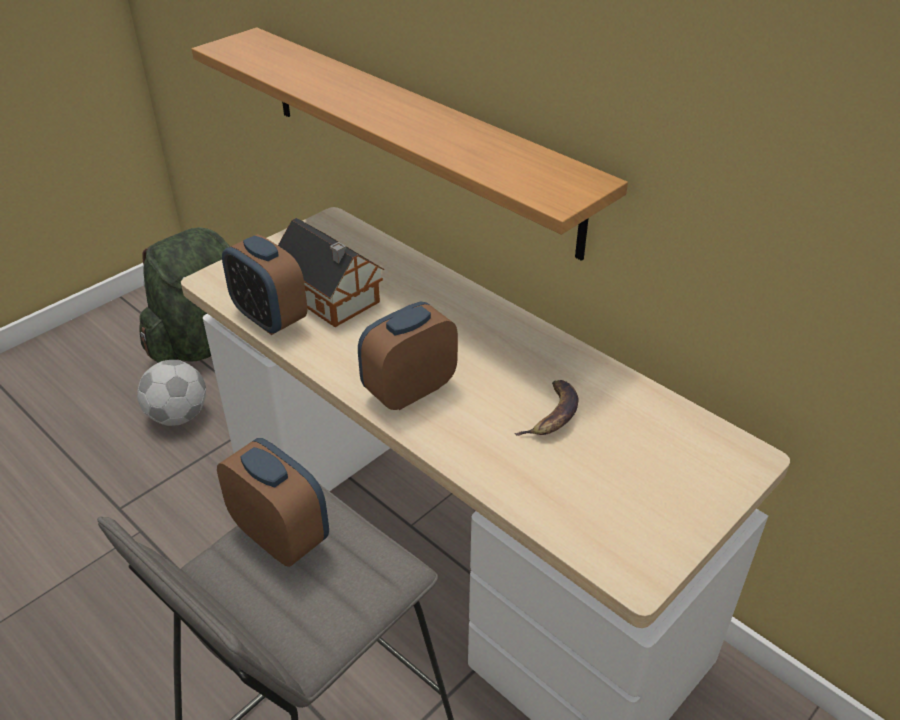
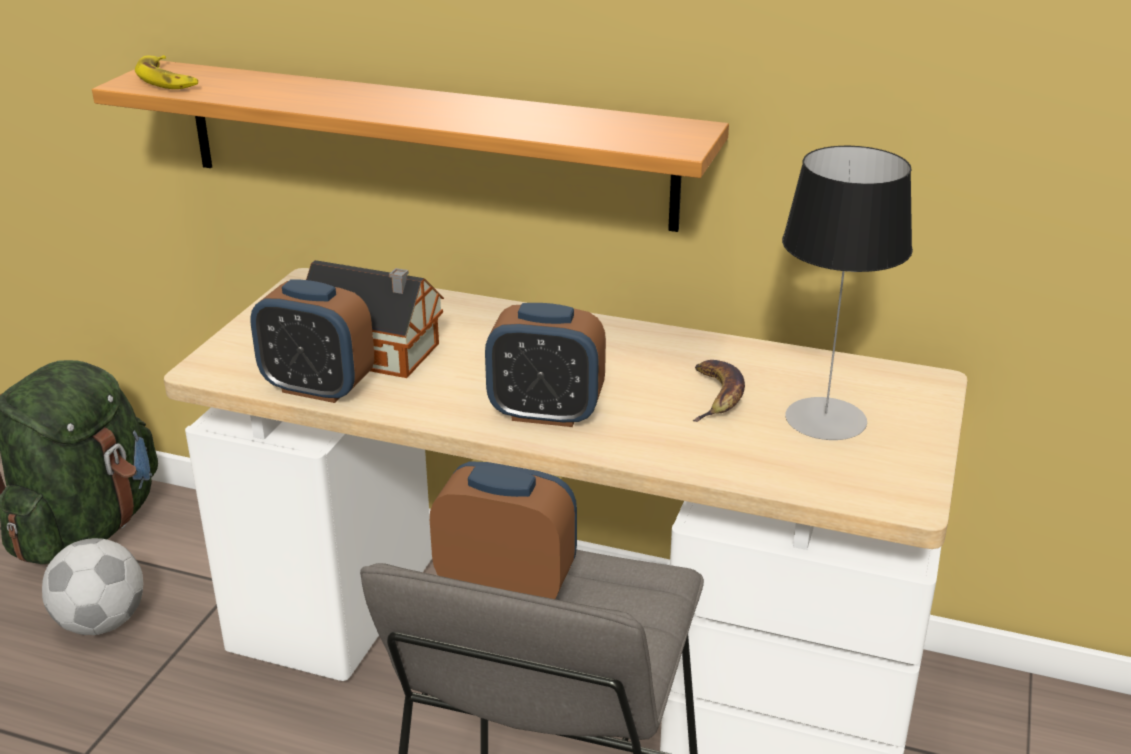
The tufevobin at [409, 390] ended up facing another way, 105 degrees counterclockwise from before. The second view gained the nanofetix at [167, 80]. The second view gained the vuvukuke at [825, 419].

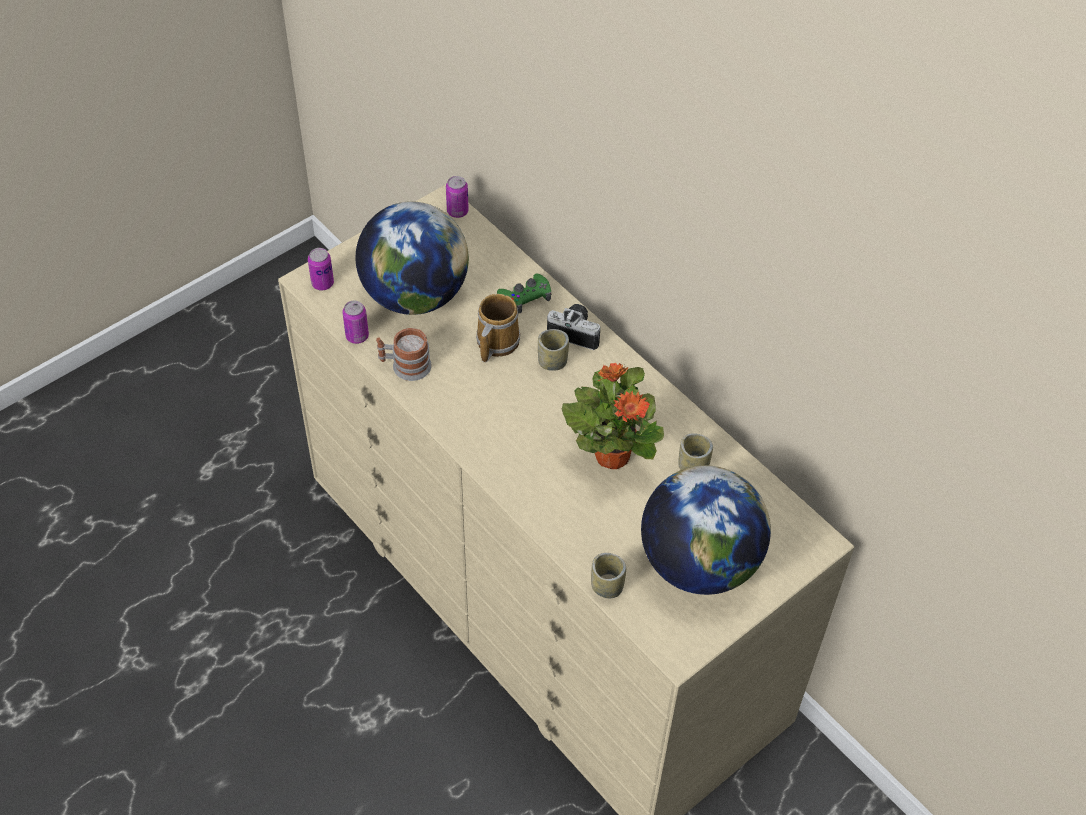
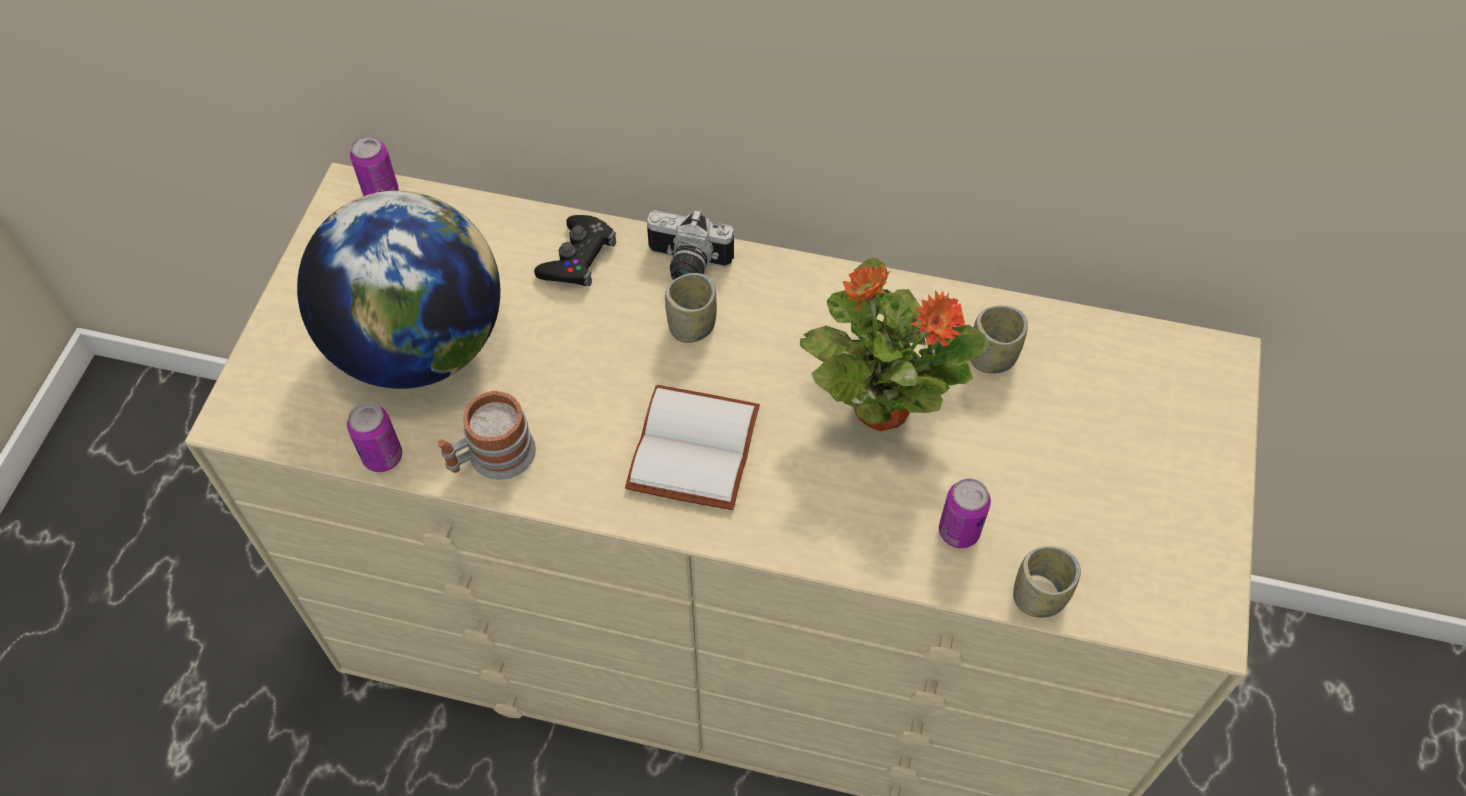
The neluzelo ended up elsewhere, having gone from [322, 283] to [959, 531]. The second view lost the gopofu at [495, 342]. What was the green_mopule at [525, 297] turned into the black_mopule at [577, 258]. The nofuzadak at [576, 331] ended up facing another way, 150 degrees counterclockwise from before. The second view lost the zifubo at [699, 563]. The second view gained the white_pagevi at [697, 451].

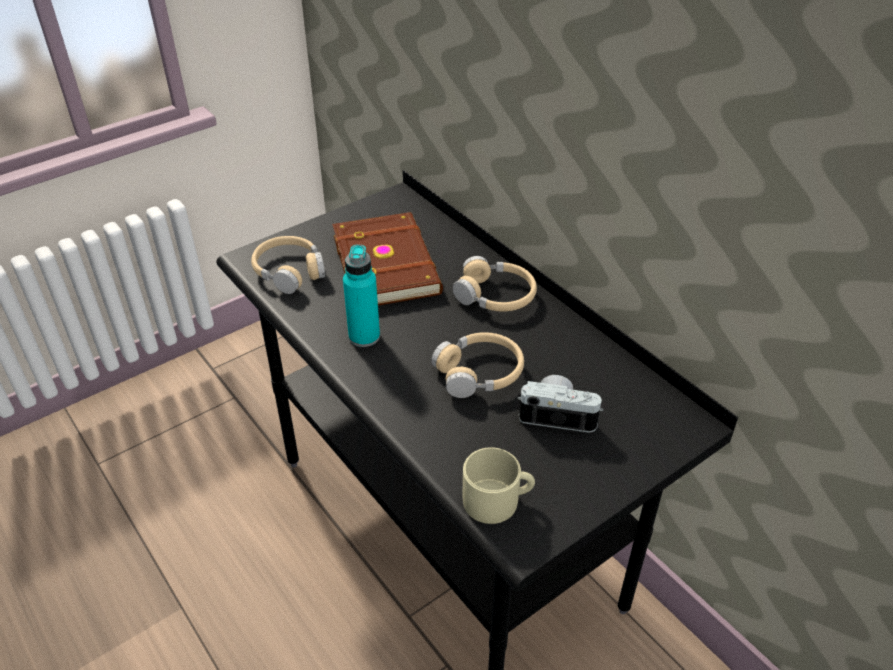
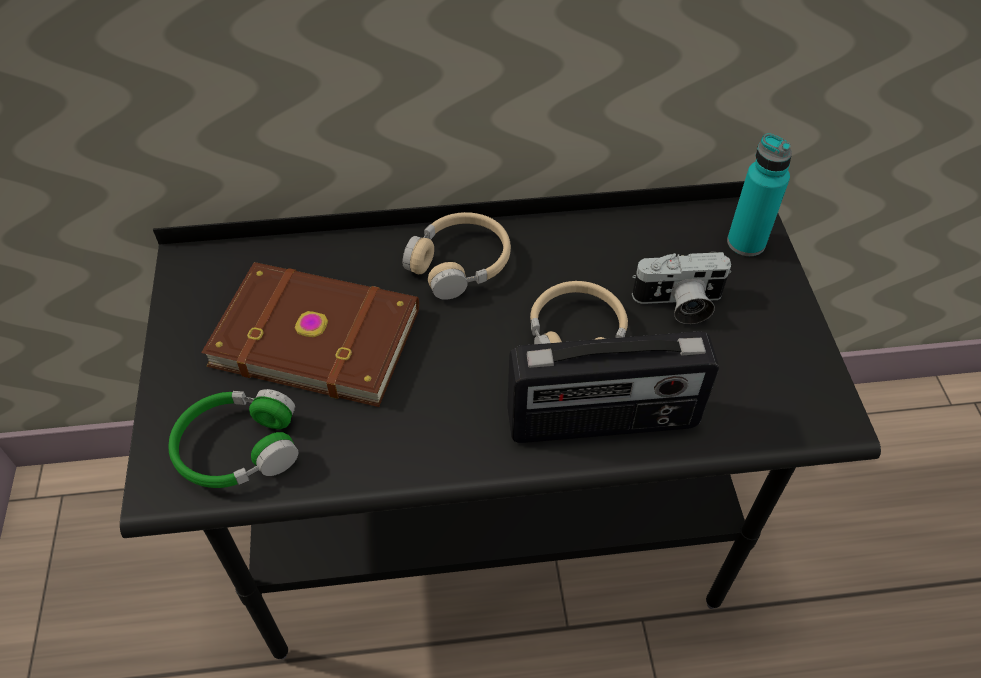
What was the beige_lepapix at [289, 271] turned into the green_lepapix at [238, 448]. The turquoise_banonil ended up elsewhere, having gone from [364, 336] to [746, 242]. The second view lost the beige_gopofu at [497, 500]. The nofuzadak at [558, 414] ended up facing another way, 135 degrees counterclockwise from before. The second view gained the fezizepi at [602, 422].

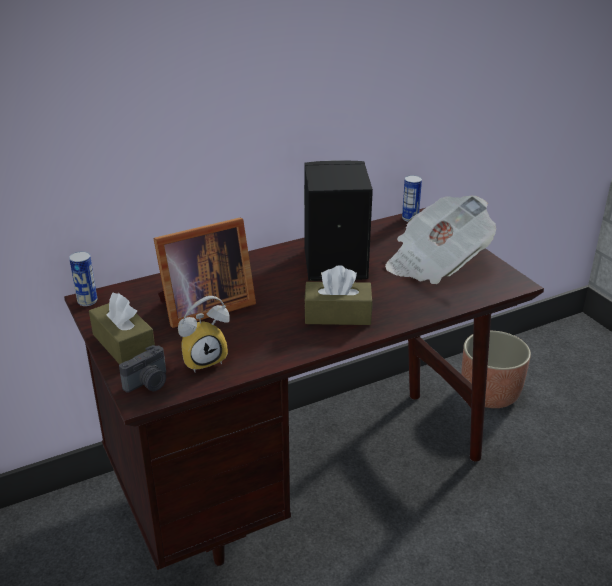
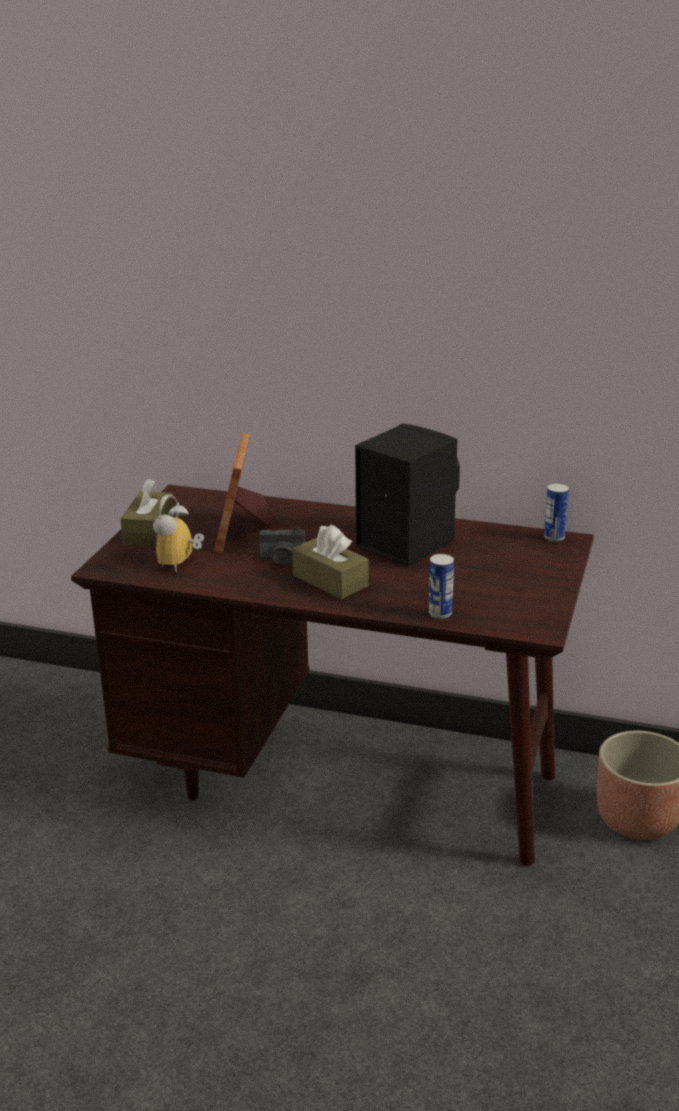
The neluzelo ended up elsewhere, having gone from [87, 301] to [440, 613]. The nofuzadak ended up elsewhere, having gone from [148, 383] to [282, 559]. The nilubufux at [202, 307] ended up facing another way, 75 degrees clockwise from before. The tufevobin at [204, 359] ended up facing another way, 90 degrees clockwise from before. The second view lost the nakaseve at [435, 263].

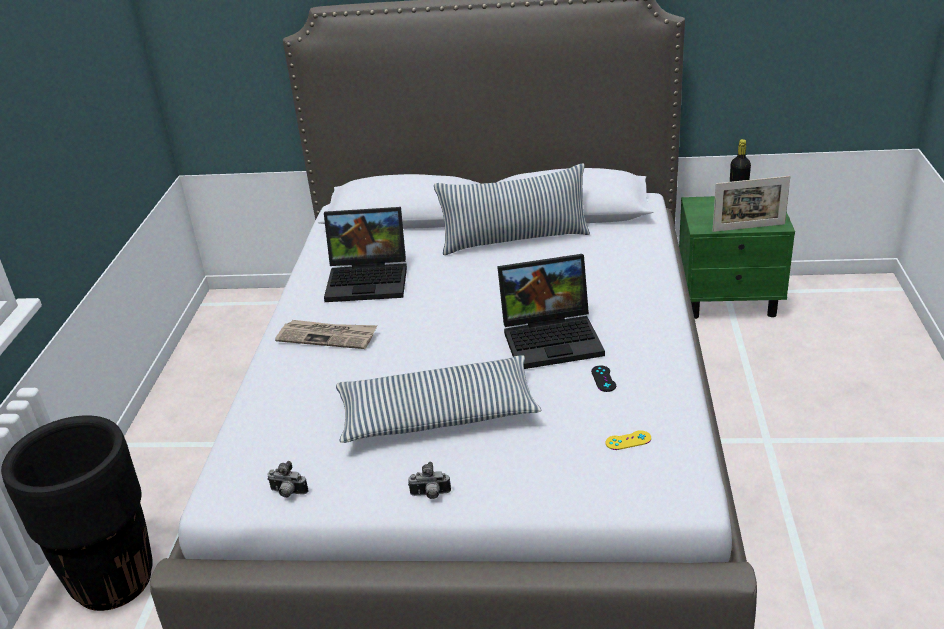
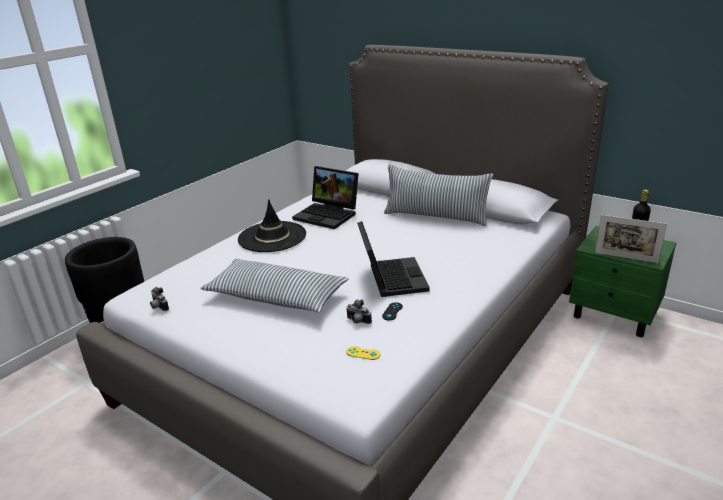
Where the nakaseve stood at [327, 336], the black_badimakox came to stand at [272, 237]. The nofuzadak ended up elsewhere, having gone from [430, 495] to [357, 322]. The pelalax at [553, 338] ended up facing another way, 120 degrees counterclockwise from before.

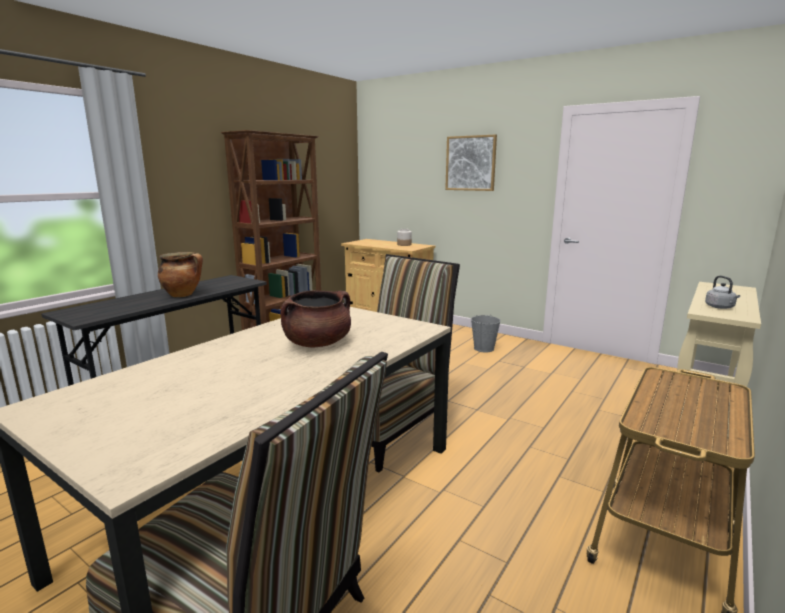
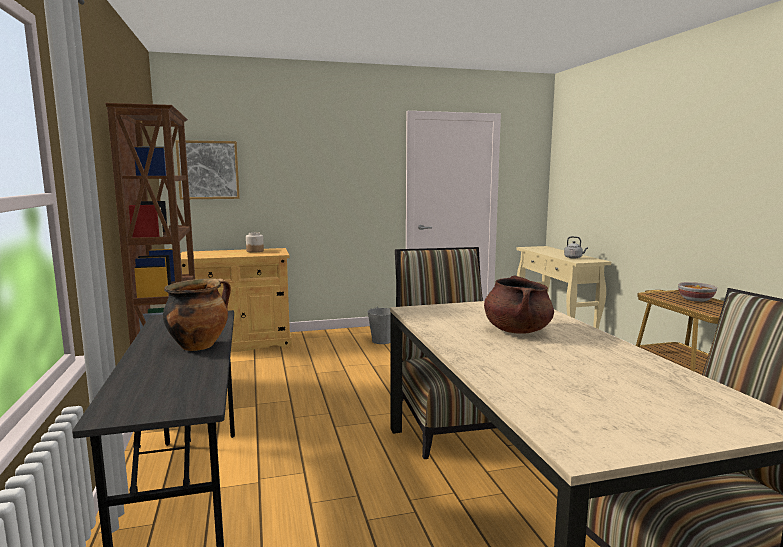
The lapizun ended up elsewhere, having gone from [470, 163] to [208, 170]. The second view gained the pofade at [695, 300].

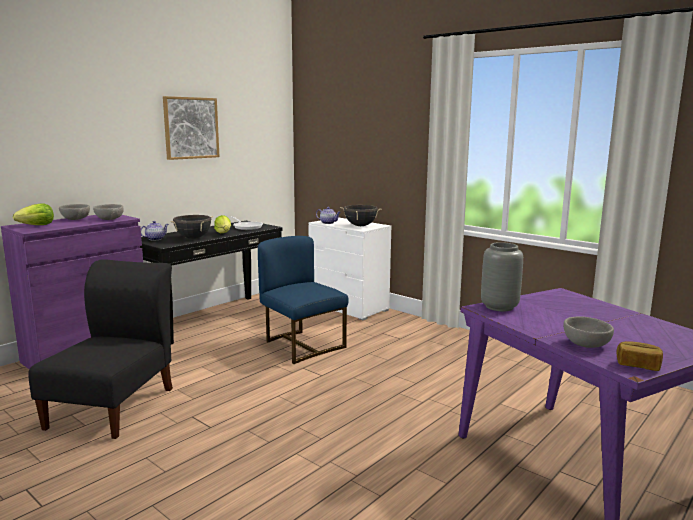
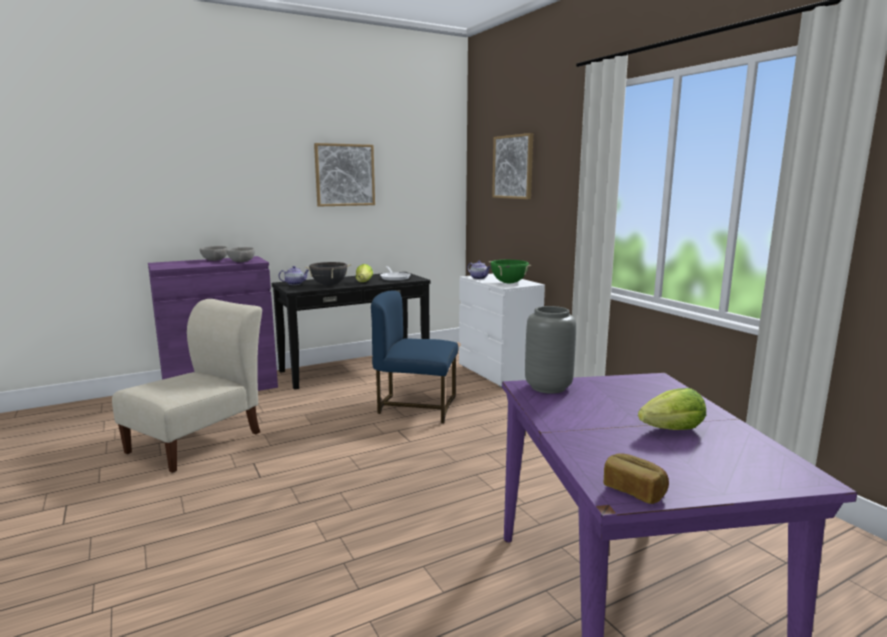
The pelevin ended up elsewhere, having gone from [37, 225] to [672, 430]. What was the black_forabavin at [115, 405] turned into the beige_forabavin at [200, 440]. The blue_forabavin at [301, 345] ended up facing another way, 60 degrees counterclockwise from before. What was the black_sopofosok at [360, 226] turned into the green_sopofosok at [509, 283]. The second view lost the grey_pofade at [585, 344]. The second view gained the lapizun at [513, 167].

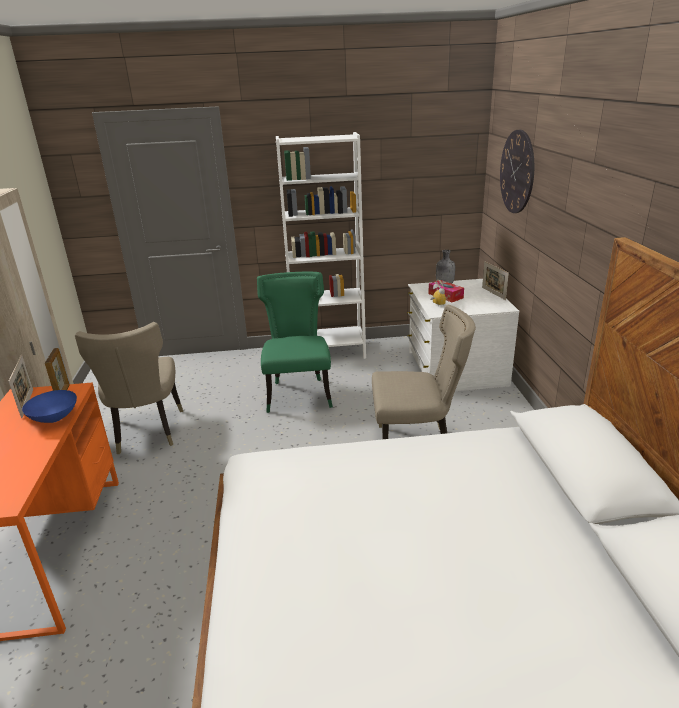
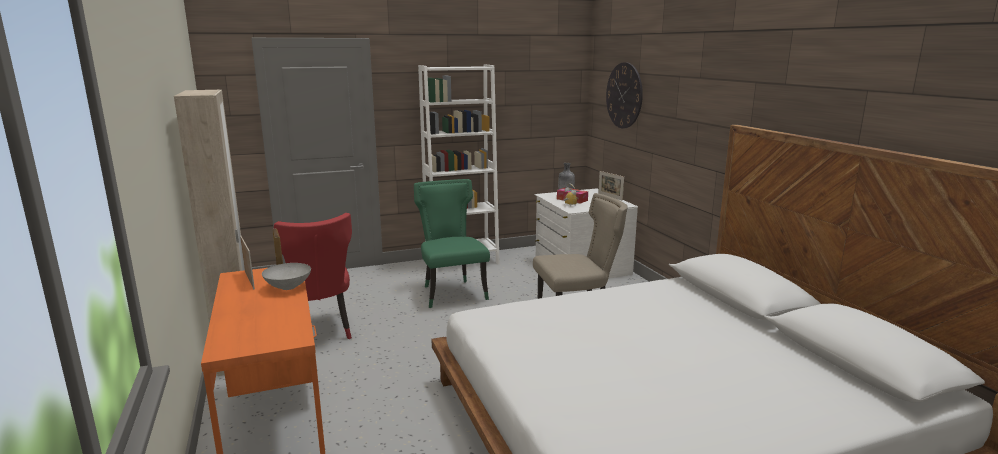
What was the blue_pofade at [53, 418] turned into the grey_pofade at [287, 287]. What was the beige_forabavin at [146, 433] turned into the red_forabavin at [318, 332].

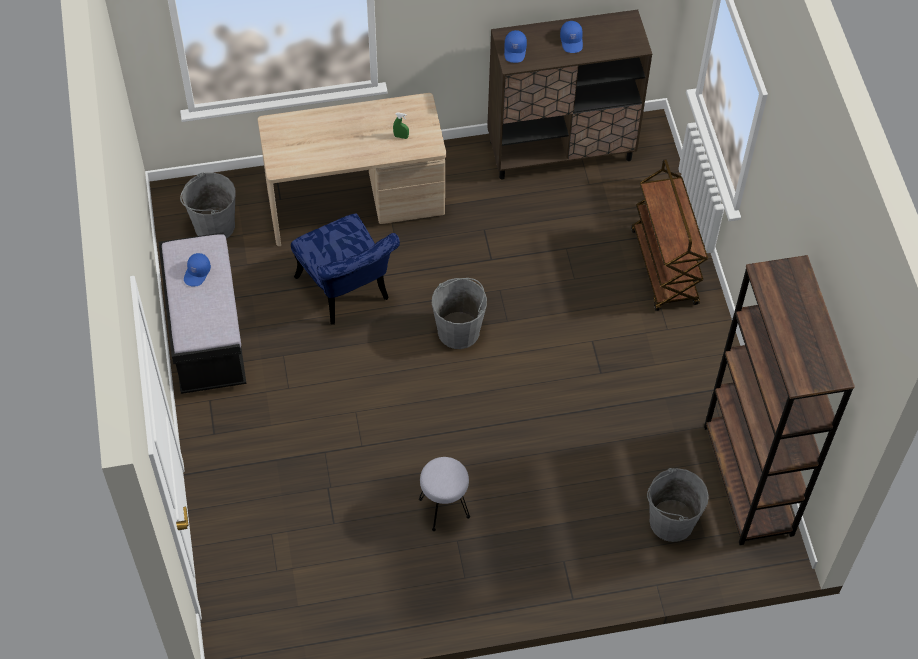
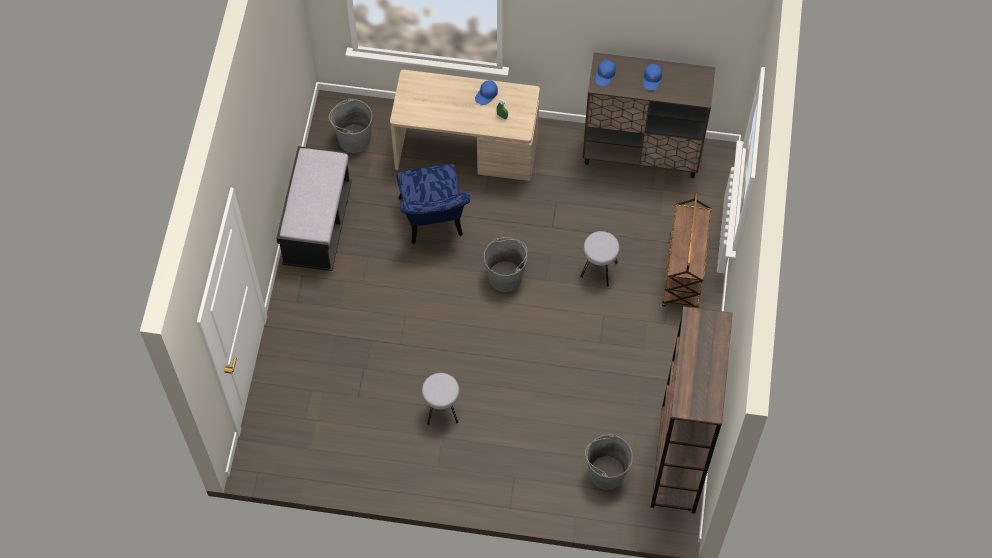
The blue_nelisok ended up elsewhere, having gone from [197, 273] to [486, 95]. The second view gained the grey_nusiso at [598, 270].

